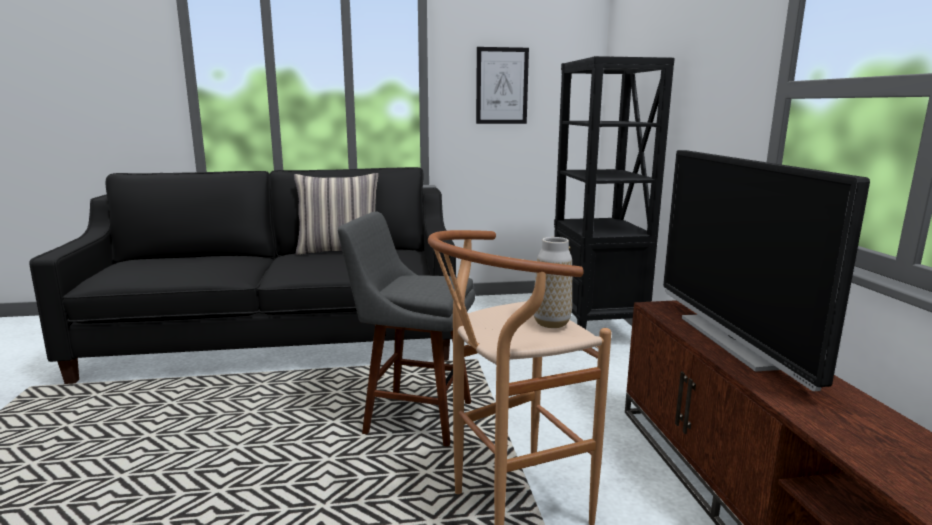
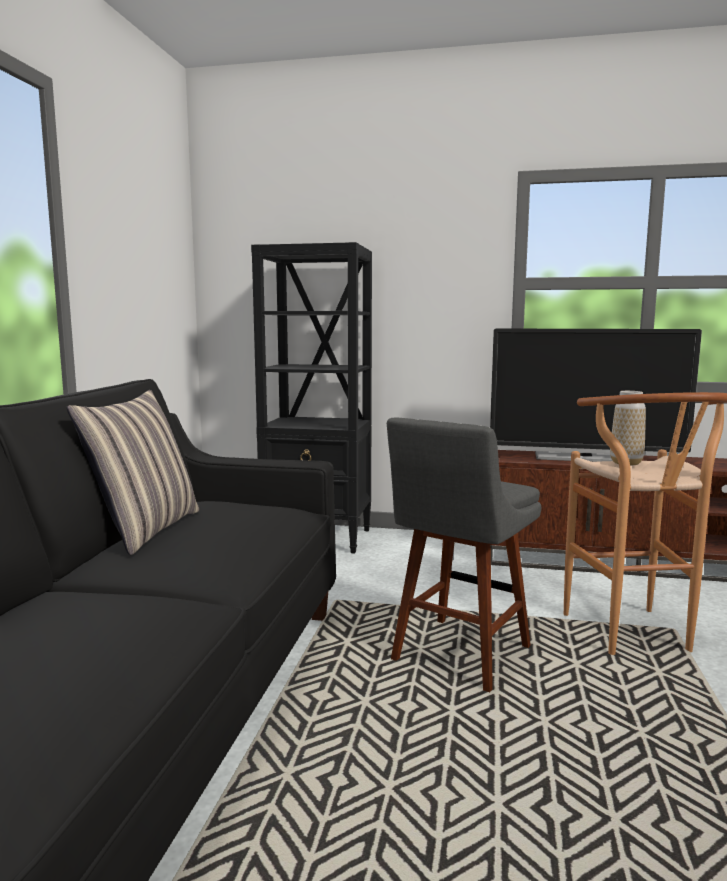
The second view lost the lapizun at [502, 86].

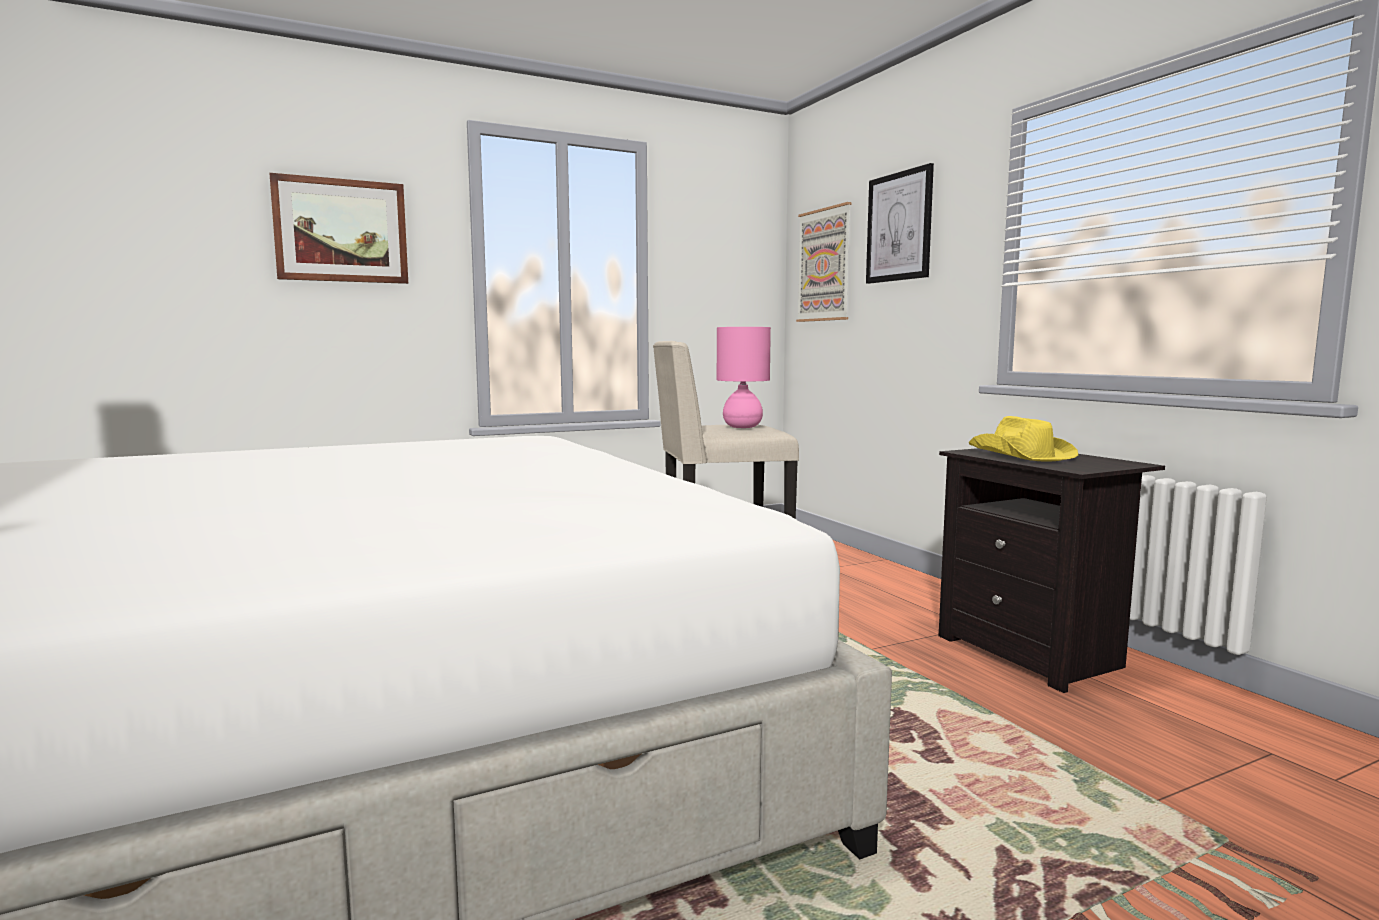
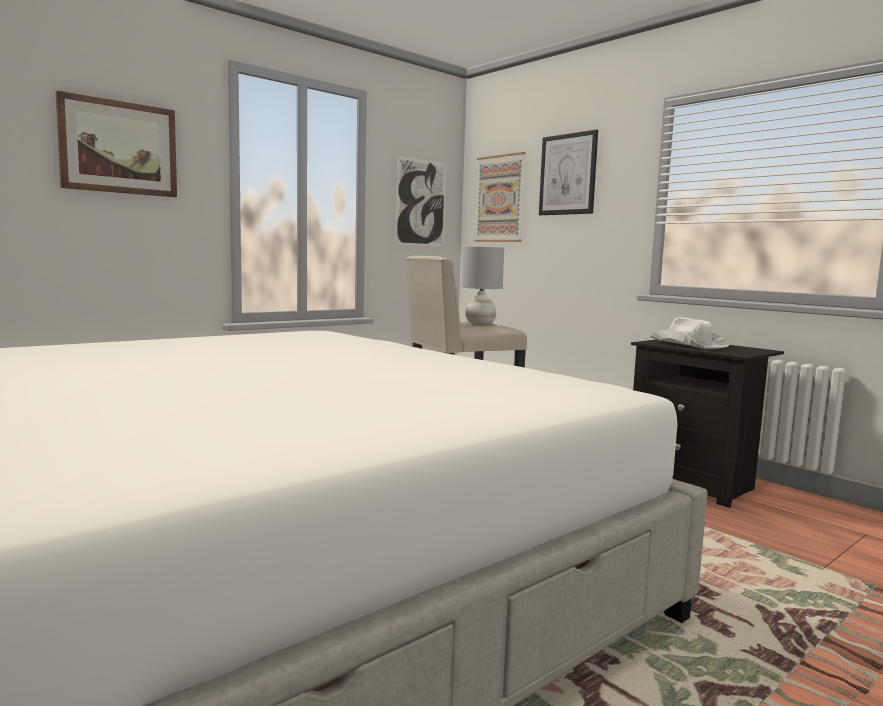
What was the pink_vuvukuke at [743, 427] turned into the grey_vuvukuke at [480, 324]. What was the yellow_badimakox at [1020, 455] turned into the white_badimakox at [688, 345]. The second view gained the lapizun at [421, 202].

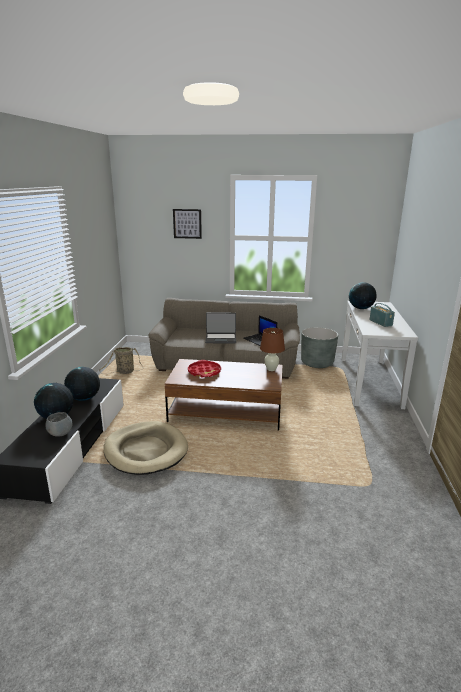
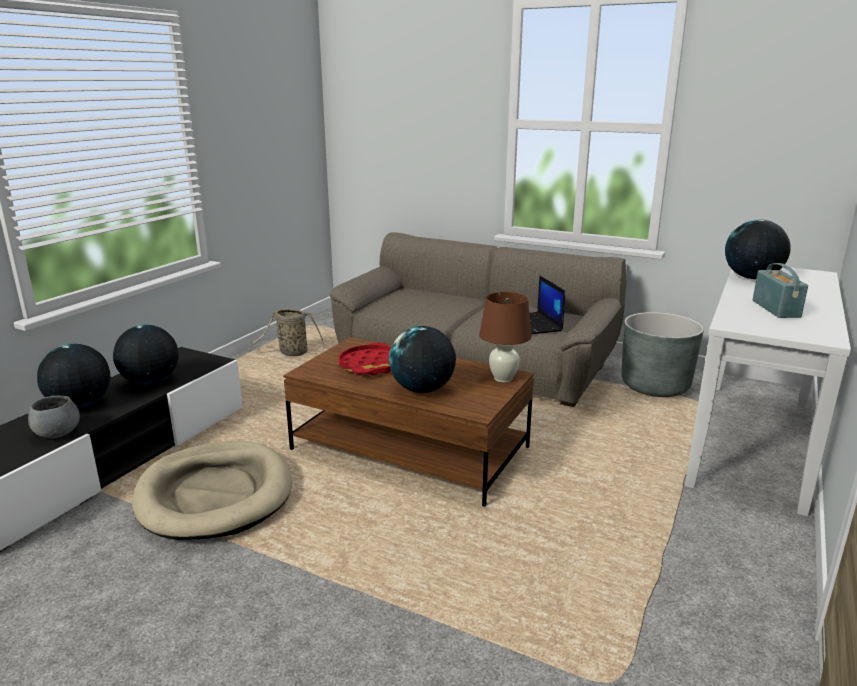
The second view lost the lapizun at [187, 223]. The second view lost the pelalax at [221, 339]. The second view gained the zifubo at [422, 389].

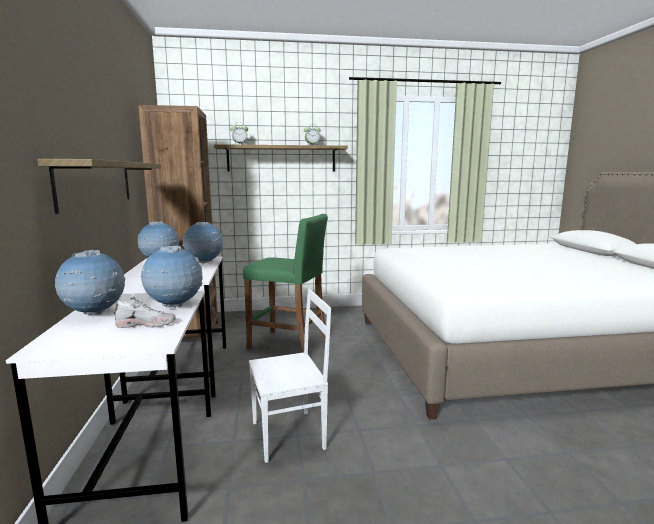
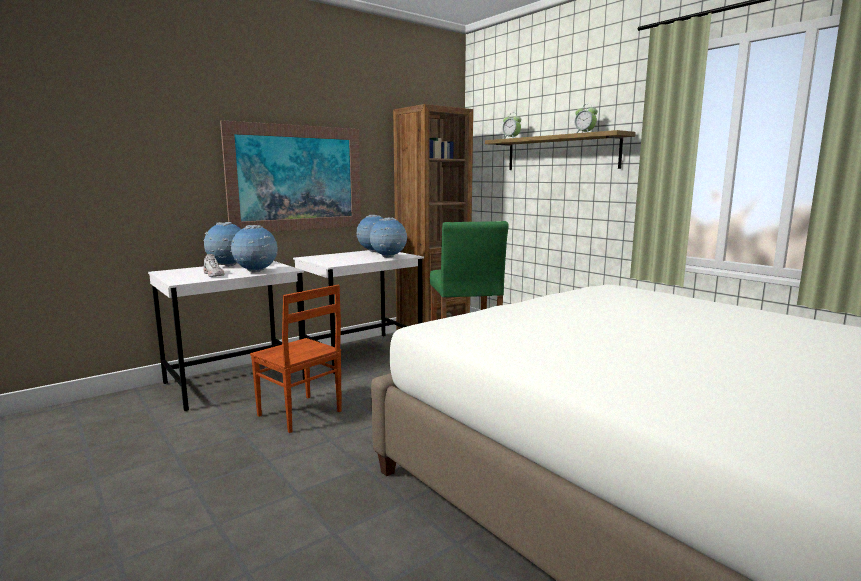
Where the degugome hung at [97, 183], the lapizun came to hang at [297, 178]. What was the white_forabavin at [289, 435] turned into the brown_forabavin at [299, 414].

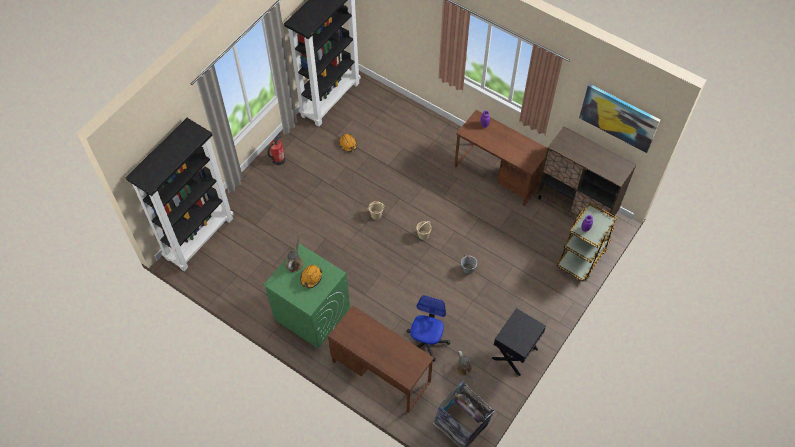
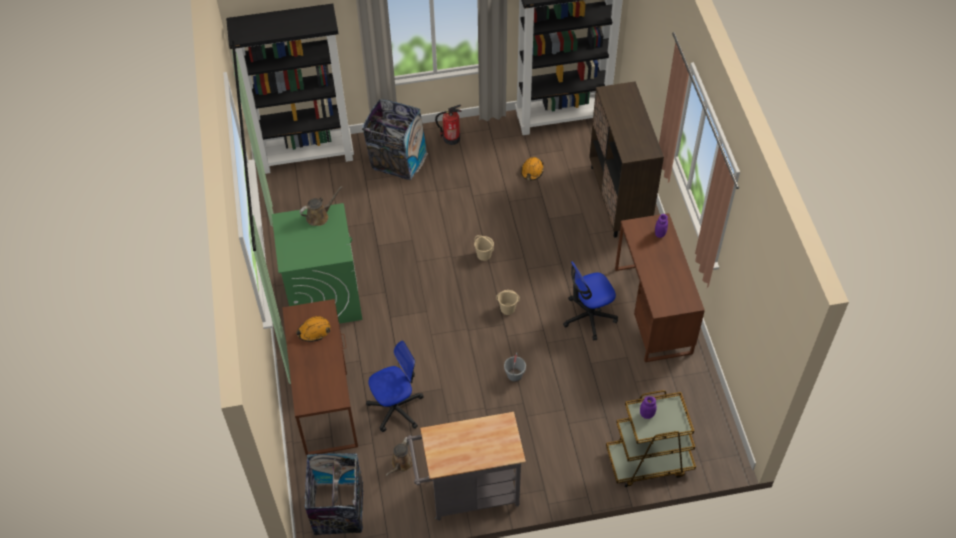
The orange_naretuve ended up elsewhere, having gone from [311, 278] to [314, 331]. Where the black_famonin stood at [515, 354], the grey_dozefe came to stand at [467, 493]. The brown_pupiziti ended up elsewhere, having gone from [576, 207] to [619, 199]. The second view lost the lapizun at [619, 117]. The second view gained the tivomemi at [398, 161]. The second view gained the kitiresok at [589, 316].

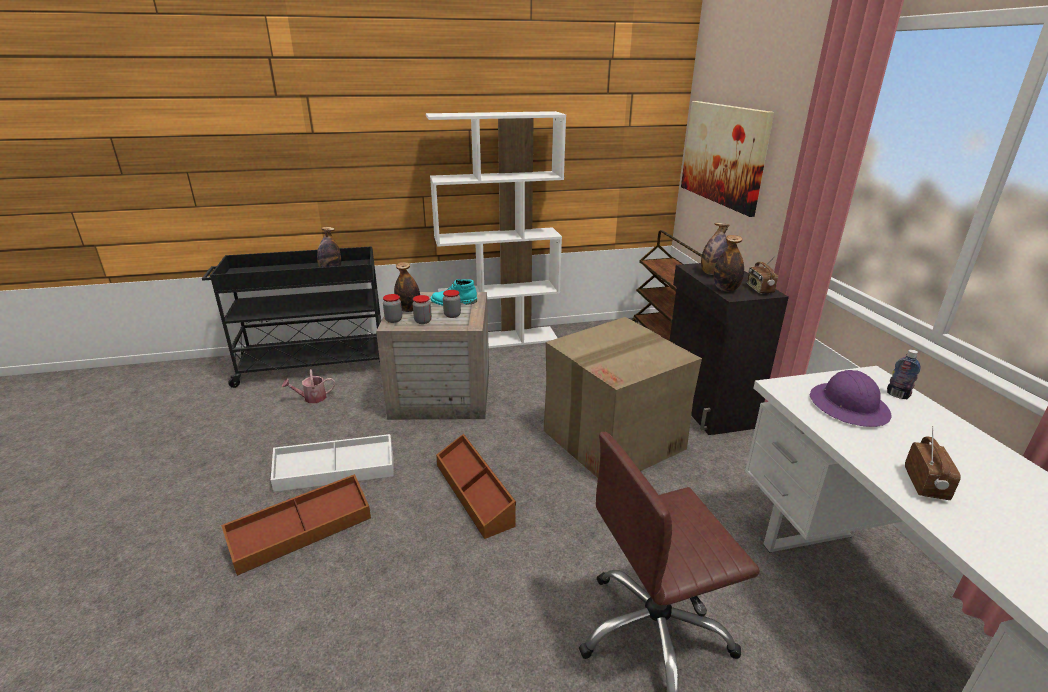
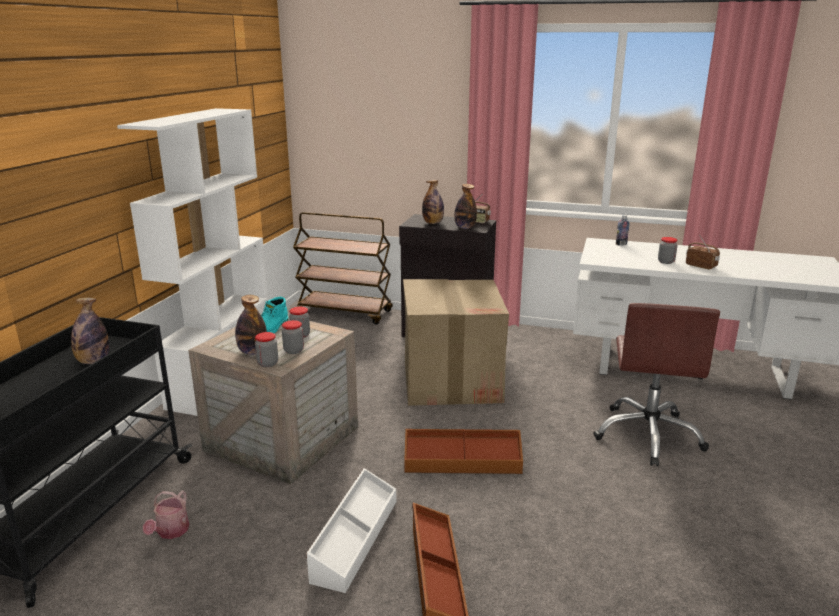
The second view lost the lapizun at [723, 154]. The second view lost the purple_naretuve at [848, 406]. The second view gained the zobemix at [666, 262].

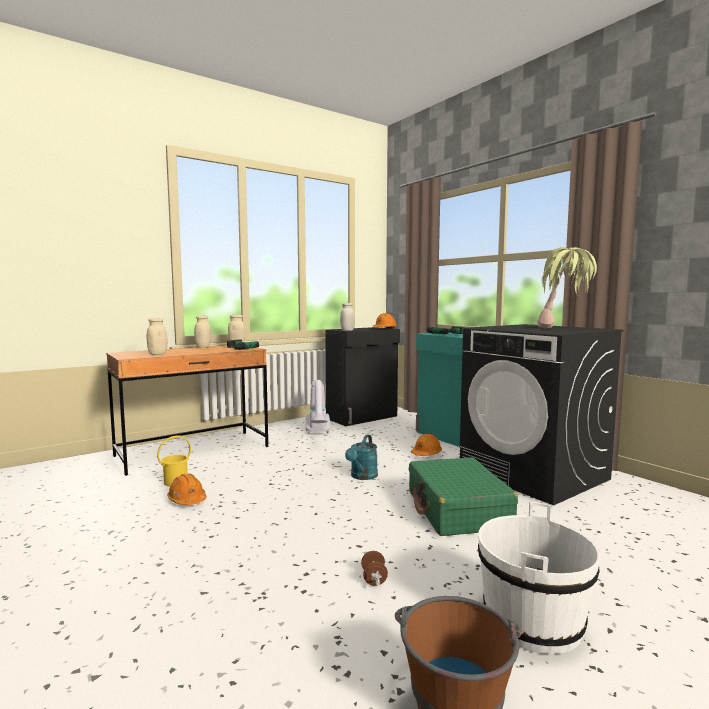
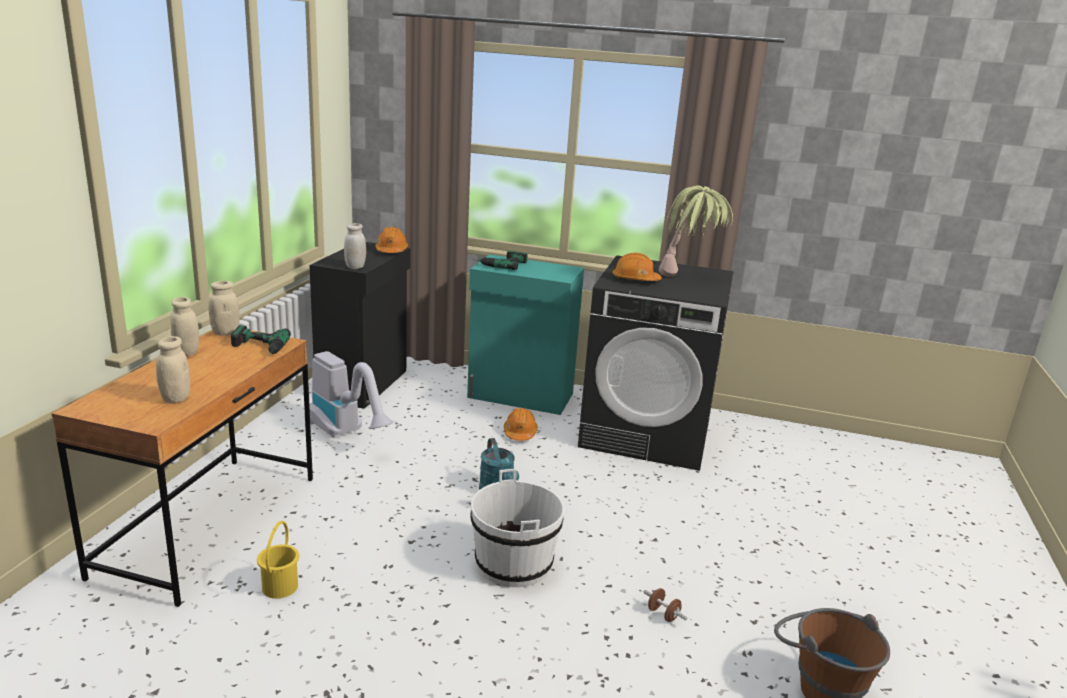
The orange_naretuve ended up elsewhere, having gone from [187, 500] to [635, 280]. The second view lost the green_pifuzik at [457, 510]. The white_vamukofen ended up elsewhere, having gone from [533, 621] to [514, 563].

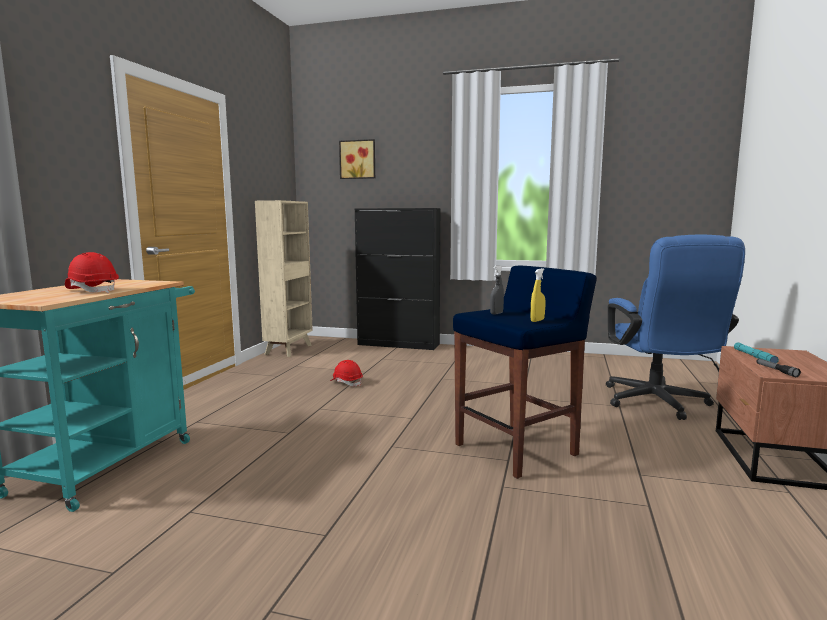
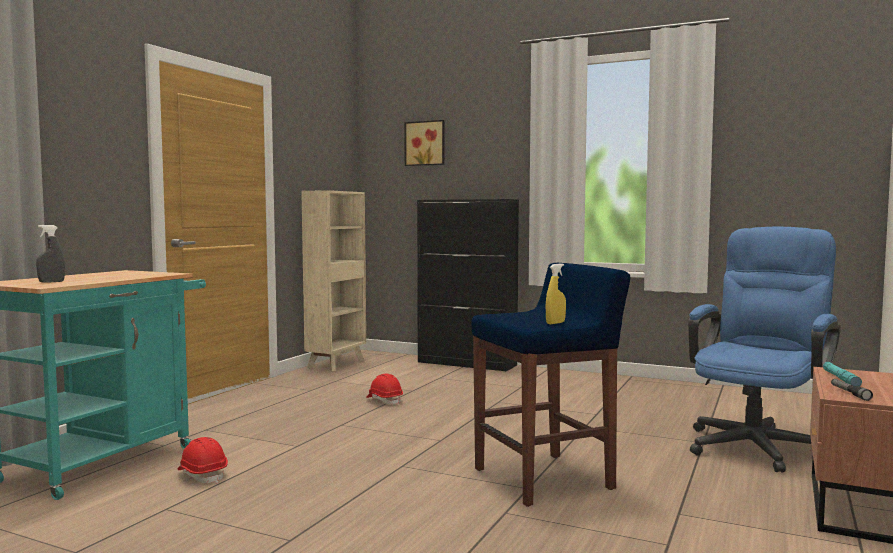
The red_naretuve ended up elsewhere, having gone from [93, 290] to [202, 475]. The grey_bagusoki ended up elsewhere, having gone from [496, 313] to [51, 282]. The blue_kitiresok at [659, 404] ended up facing another way, 150 degrees counterclockwise from before.

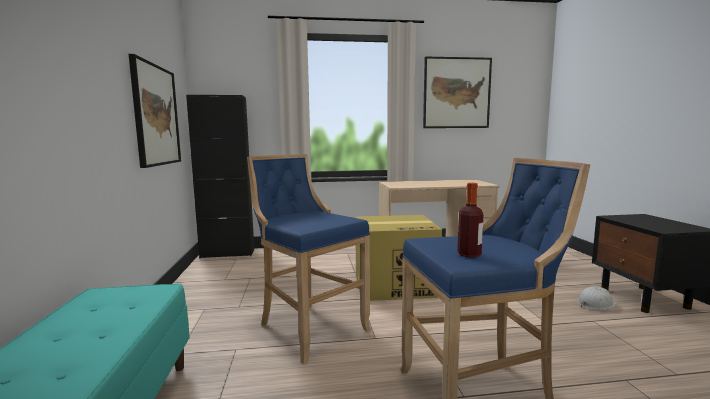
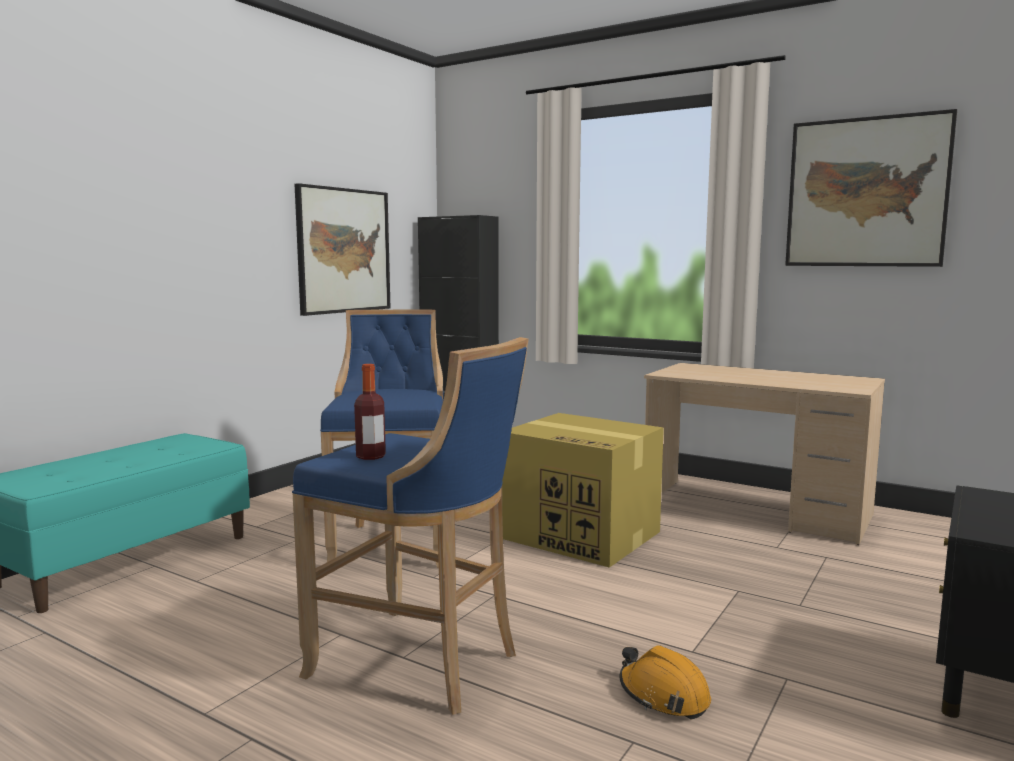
The second view lost the white_naretuve at [596, 304]. The second view gained the orange_naretuve at [663, 695].

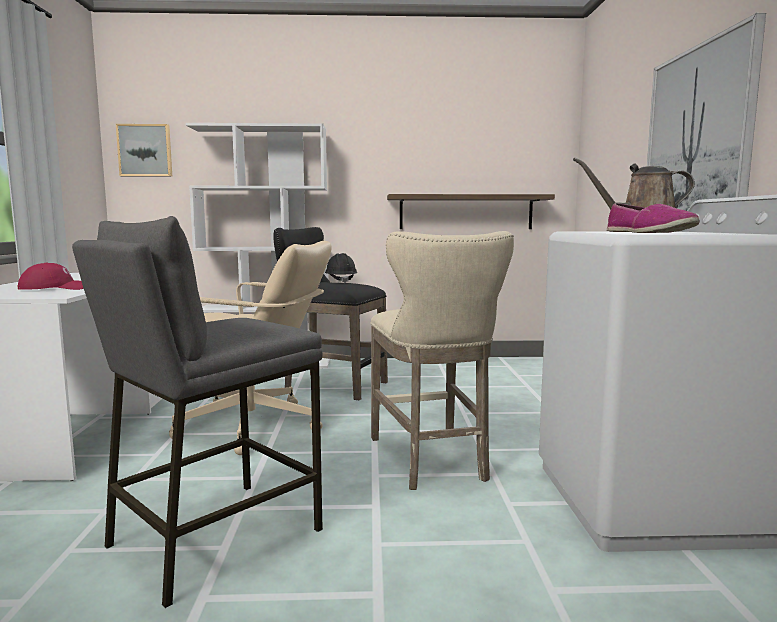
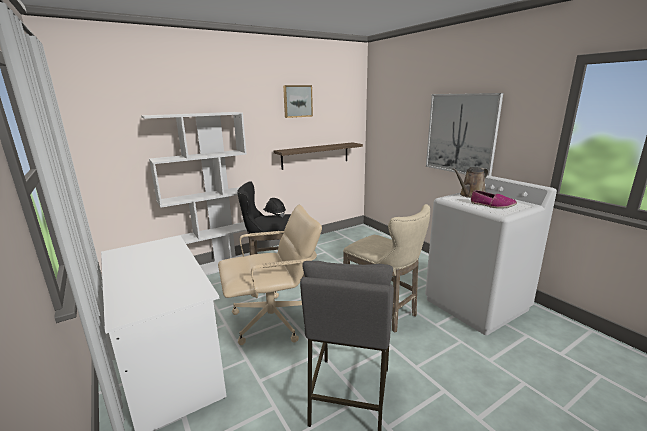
The second view lost the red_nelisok at [56, 288]. The lapizun ended up elsewhere, having gone from [145, 150] to [297, 101].

